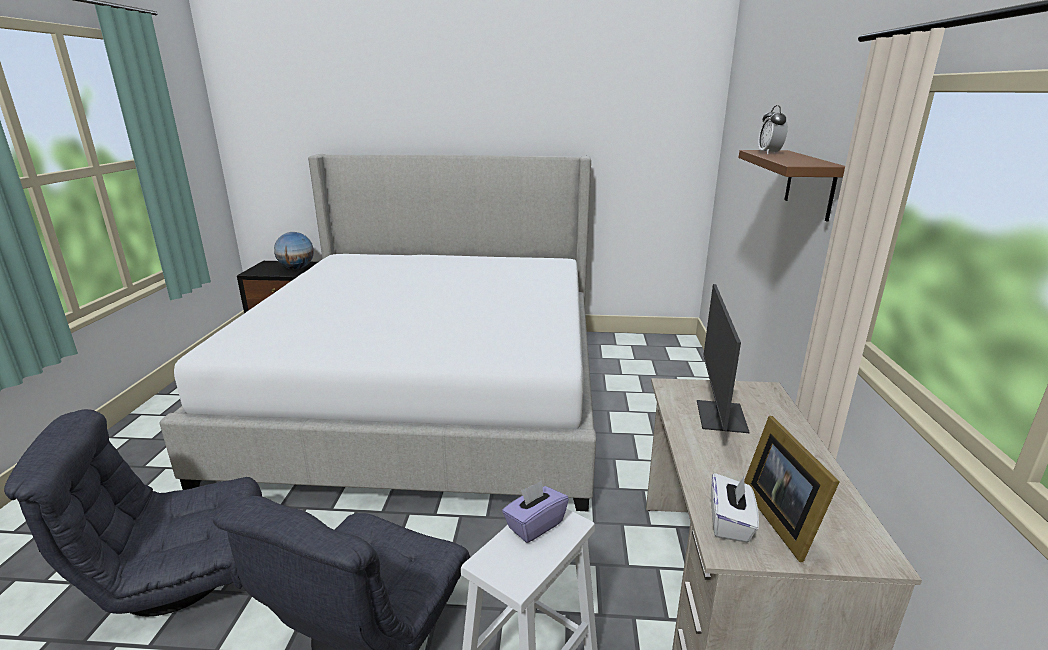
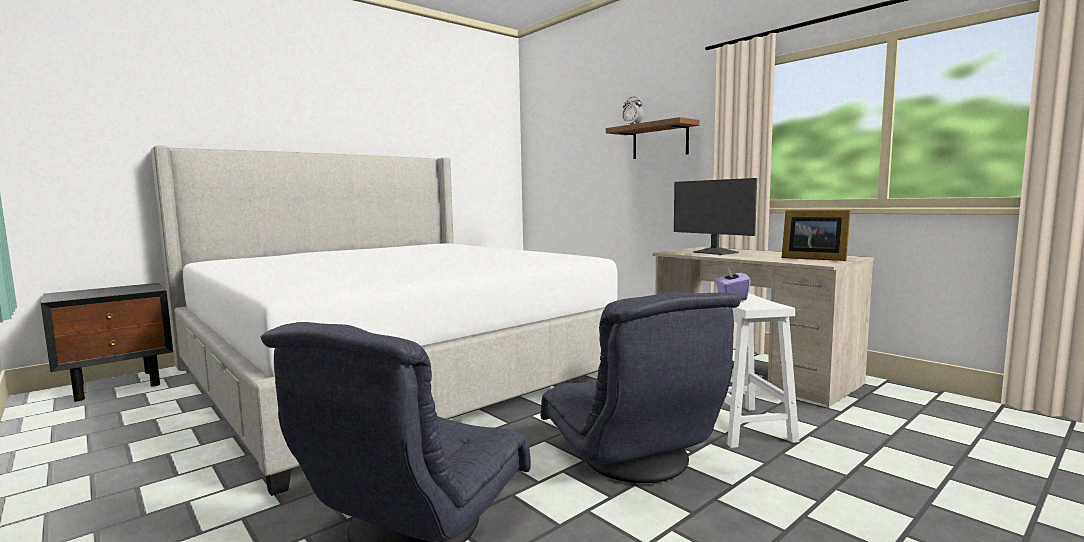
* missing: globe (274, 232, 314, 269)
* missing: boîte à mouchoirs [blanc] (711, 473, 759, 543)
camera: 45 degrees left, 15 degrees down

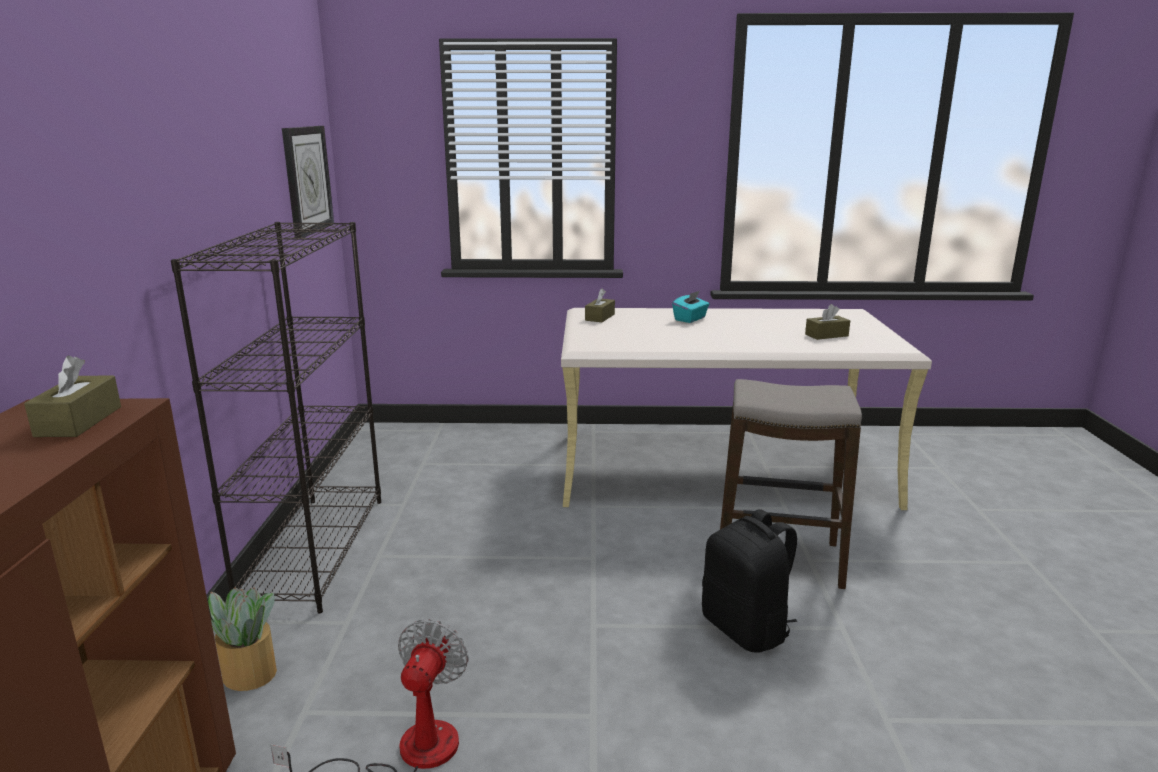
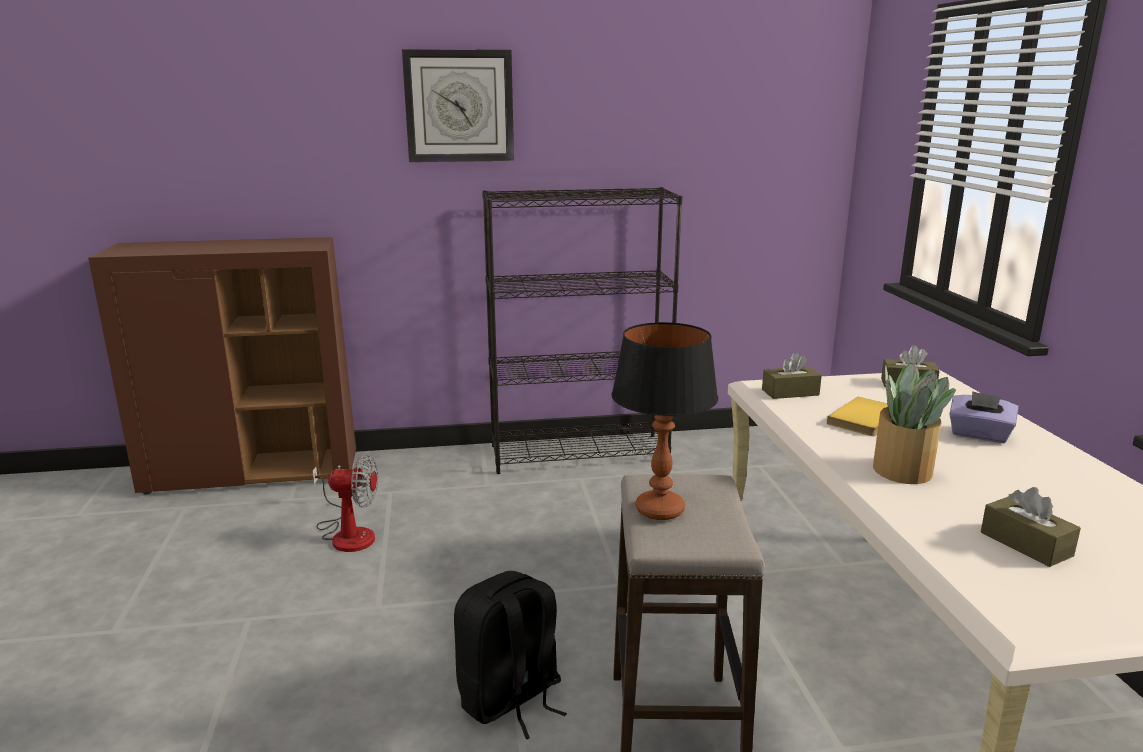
* appeared: lampe de table (612, 322, 718, 520)
* appeared: livre [jaune] (827, 397, 888, 436)
* relocated: boîte à mouchoirs [marron] (24, 356, 121, 437) to (762, 352, 822, 399)
* relocated: plante en pot (208, 587, 277, 691) to (873, 363, 956, 484)
* relocated: horloge murale (282, 126, 334, 238) to (402, 49, 514, 162)
* colour: boîte à mouchoirs [turquoise] (672, 291, 709, 323) to boîte à mouchoirs [violet] (949, 391, 1018, 443)
camera: 80 degrees right, 0 degrees up

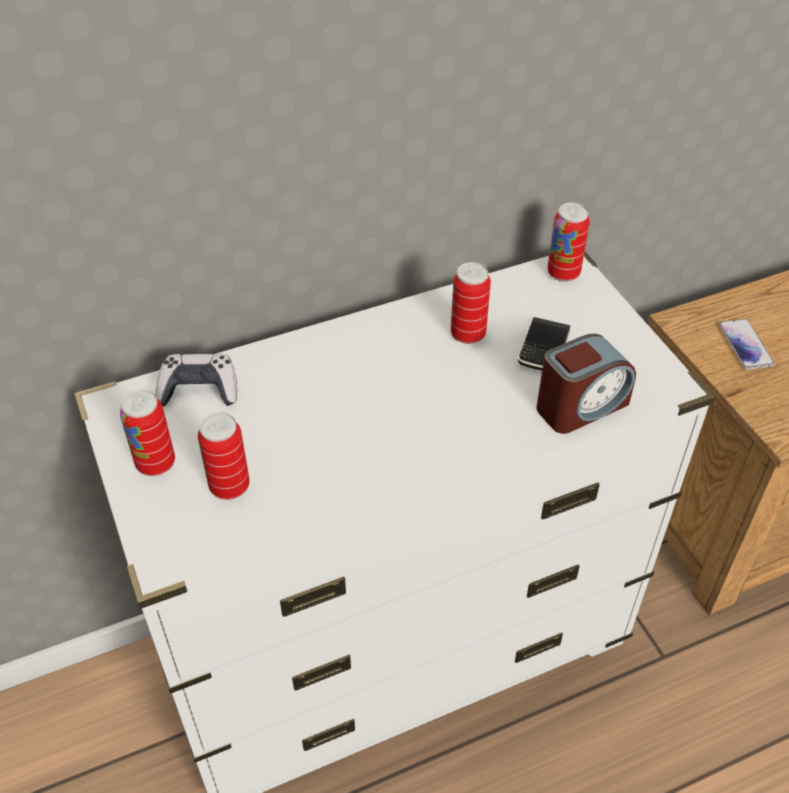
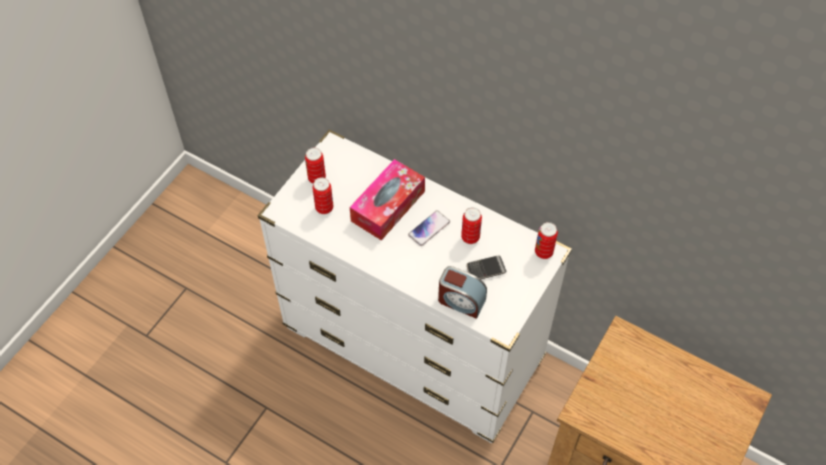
* missing: manette (155, 353, 237, 407)
* appeared: boîte à mouchoirs (350, 159, 425, 240)
* relocated: téléphone (719, 319, 774, 370) to (408, 210, 450, 246)
camera: 55 degrees right, 10 degrees up

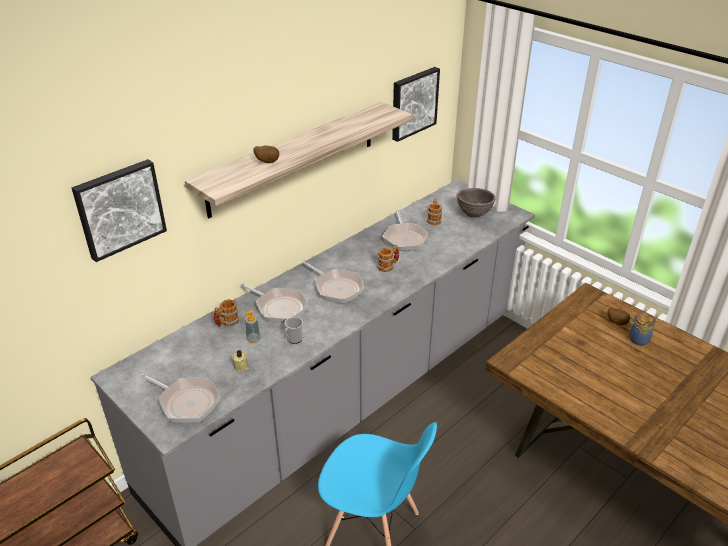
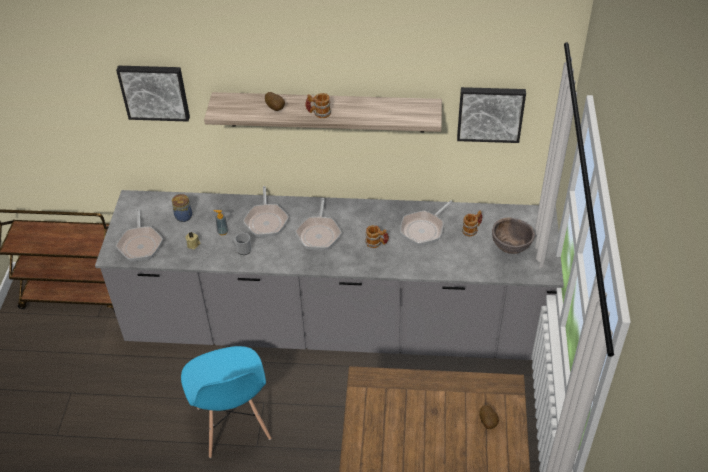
* relocated: mug (214, 299, 239, 327) to (305, 93, 332, 118)
* relocated: bocal (628, 312, 656, 345) to (172, 194, 192, 222)
camera: 50 degrees right, 10 degrees up

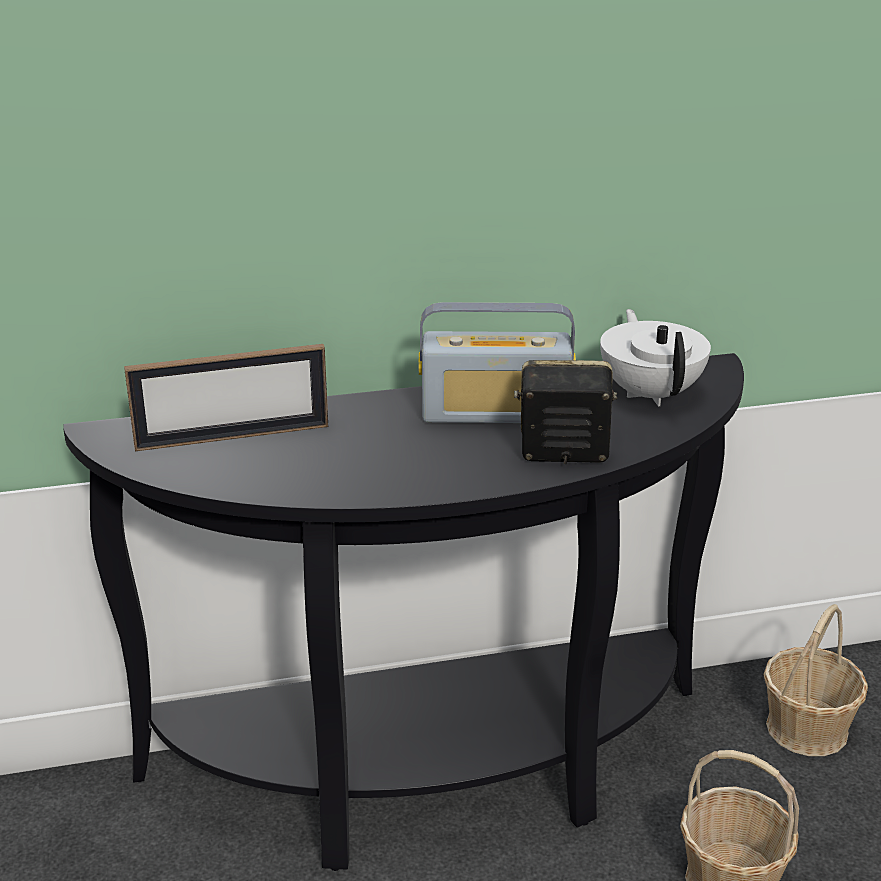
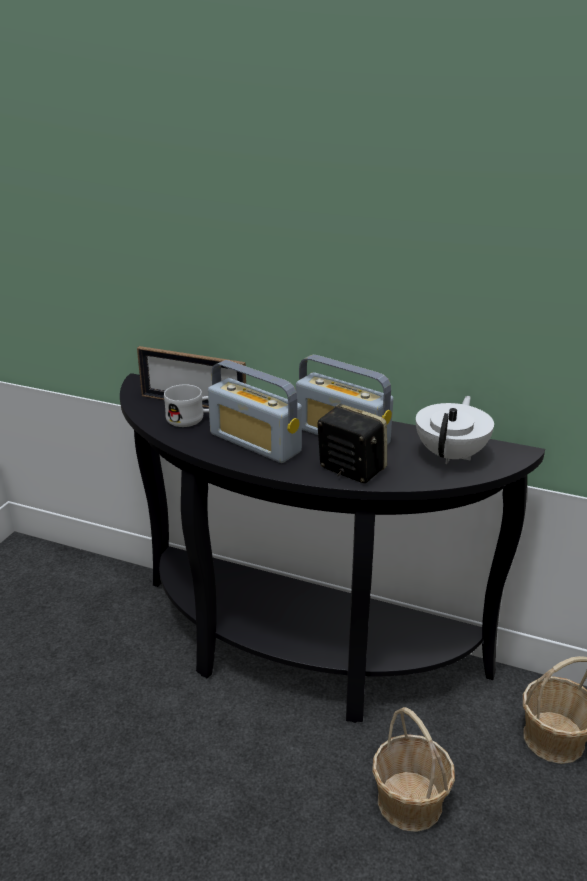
* appeared: mug [blanc] (164, 385, 209, 427)
* appeared: radio (208, 360, 302, 463)
camera: 35 degrees right, 0 degrees up

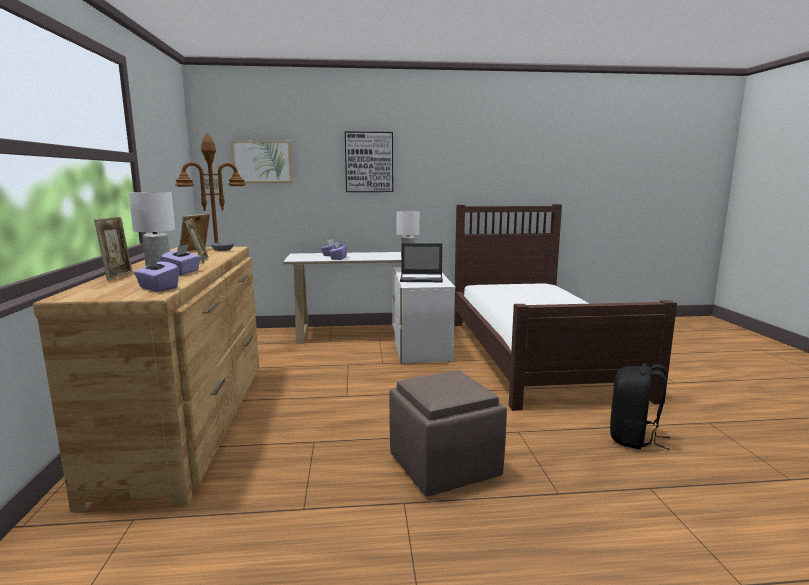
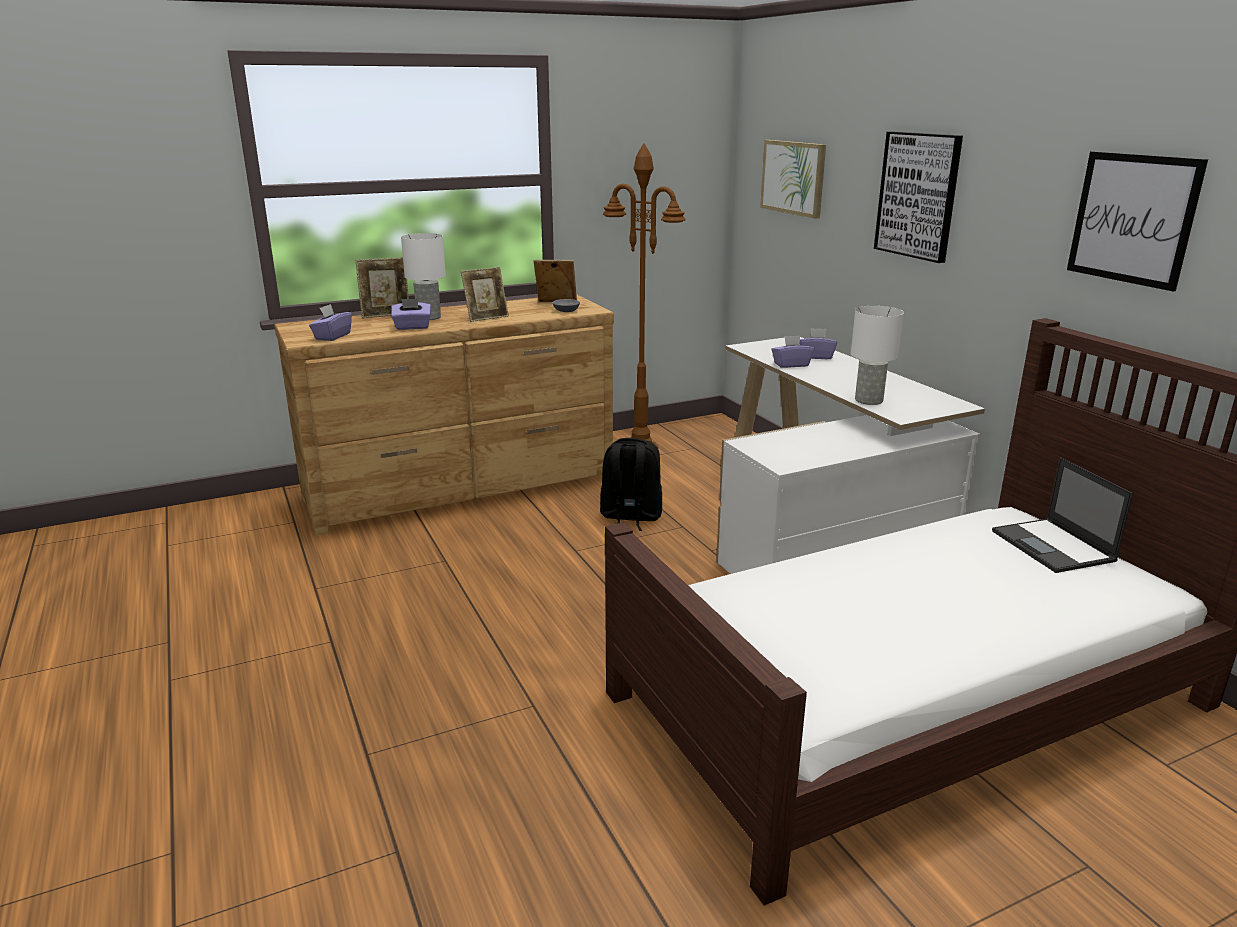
* missing: pouf [marron] (389, 370, 507, 497)
* appeared: tableau (1067, 151, 1208, 292)
* relocated: ordinateur portable (400, 243, 443, 282) to (992, 457, 1133, 573)
* relocated: sac à dos [noir] (610, 363, 670, 450) to (600, 438, 662, 531)
camera: 70 degrees right, 10 degrees up

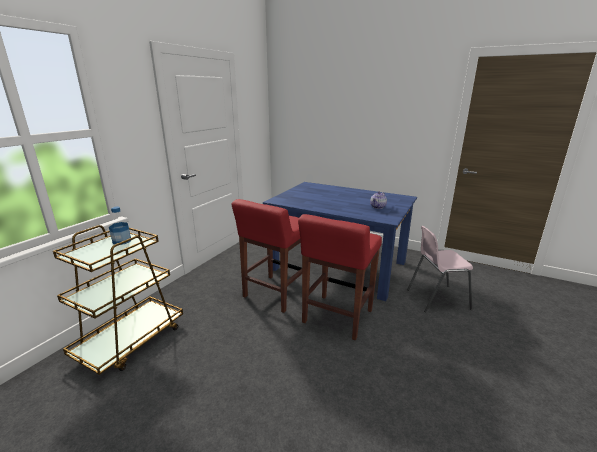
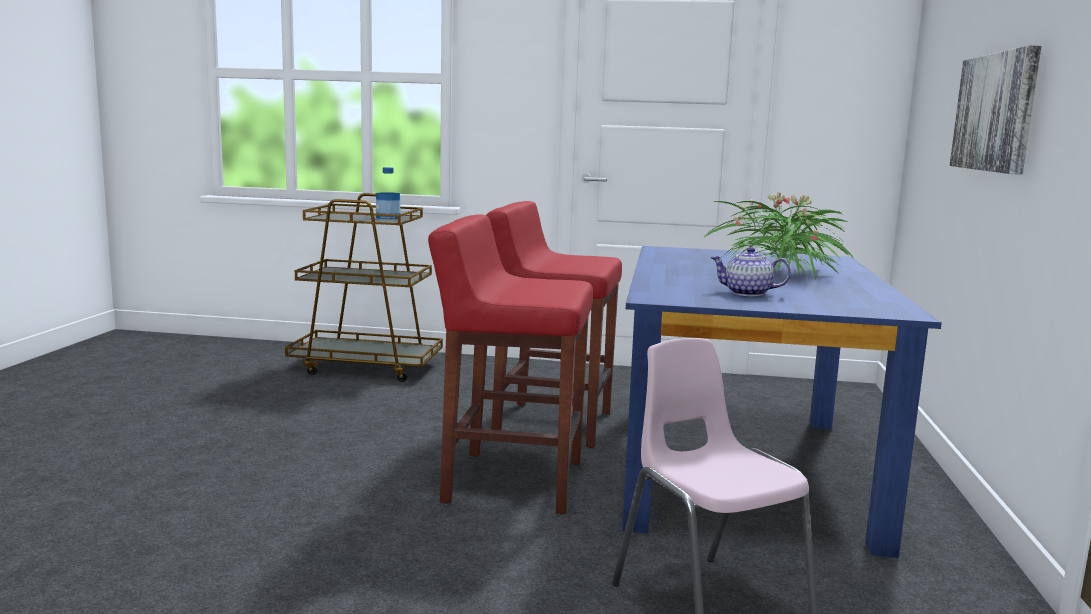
* appeared: plante en pot (703, 191, 854, 280)
* appeared: tableau (950, 45, 1041, 175)
camera: 70 degrees right, 10 degrees down

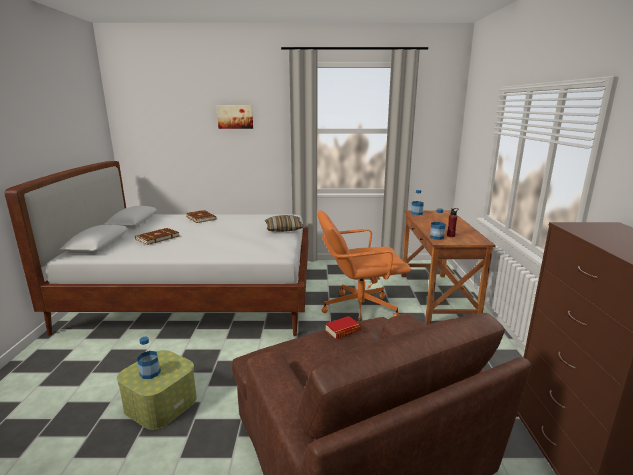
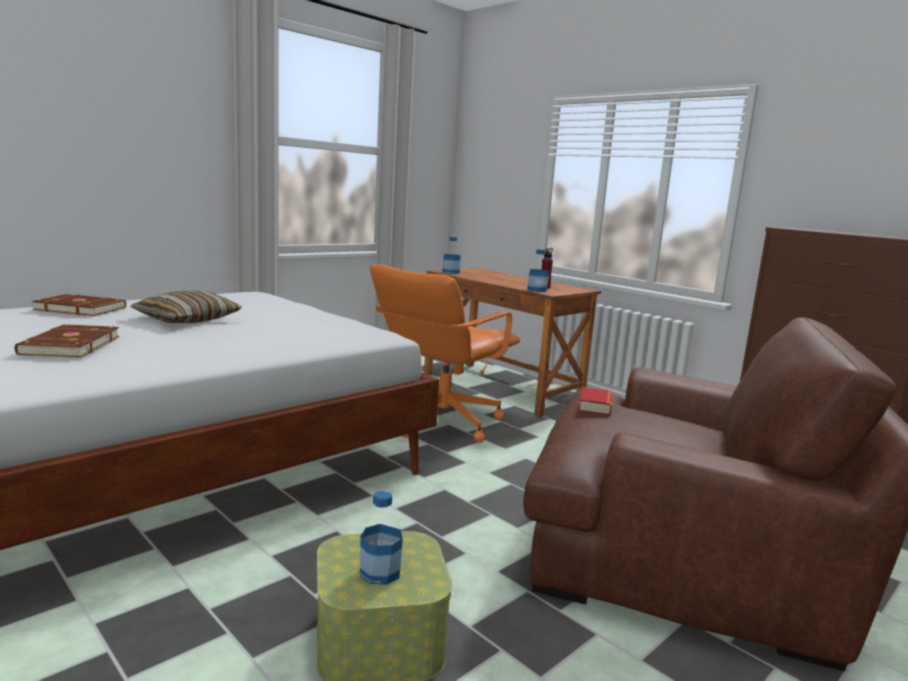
* missing: tableau (217, 105, 253, 129)
* relocated: coussin (265, 215, 304, 232) to (130, 291, 242, 323)
camera: 45 degrees left, 5 degrees down

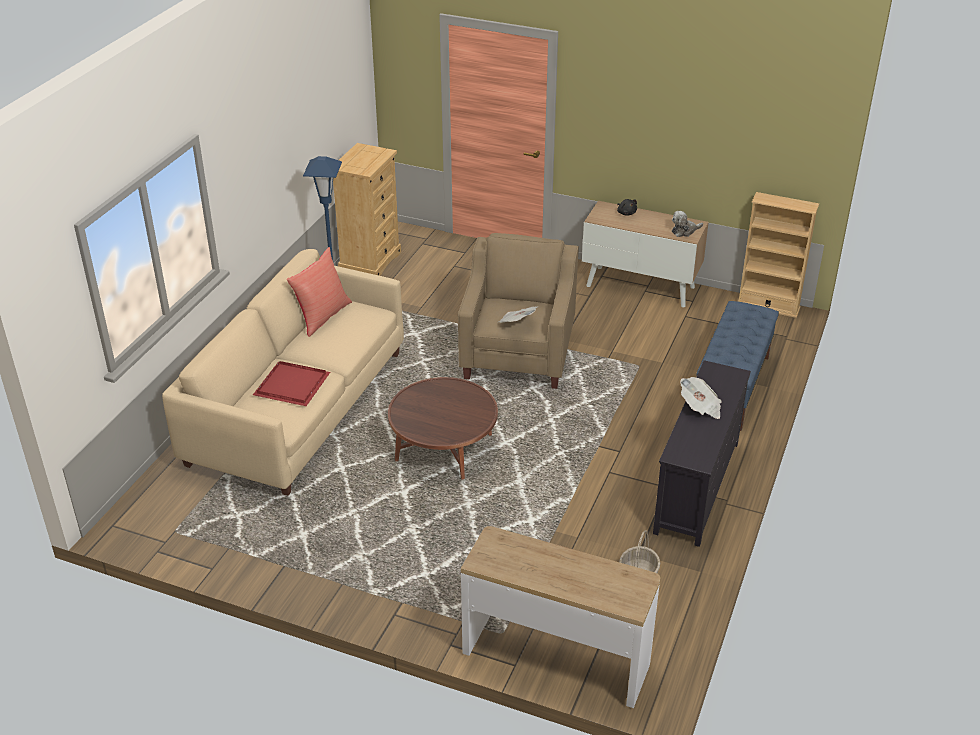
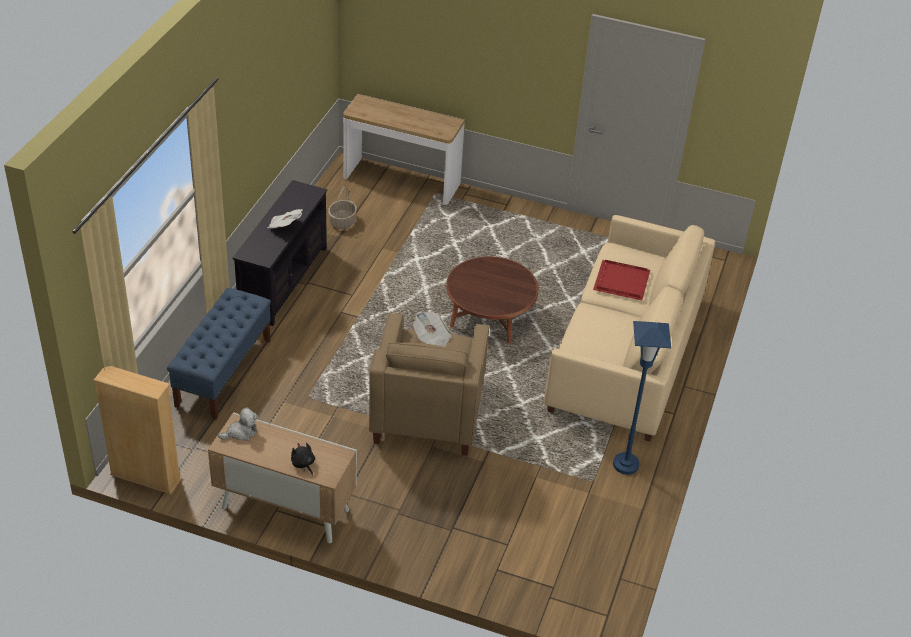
* missing: coussin [rouge] (287, 247, 352, 337)
* missing: commode [beige] (333, 143, 401, 276)
camera: 175 degrees right, 5 degrees up

